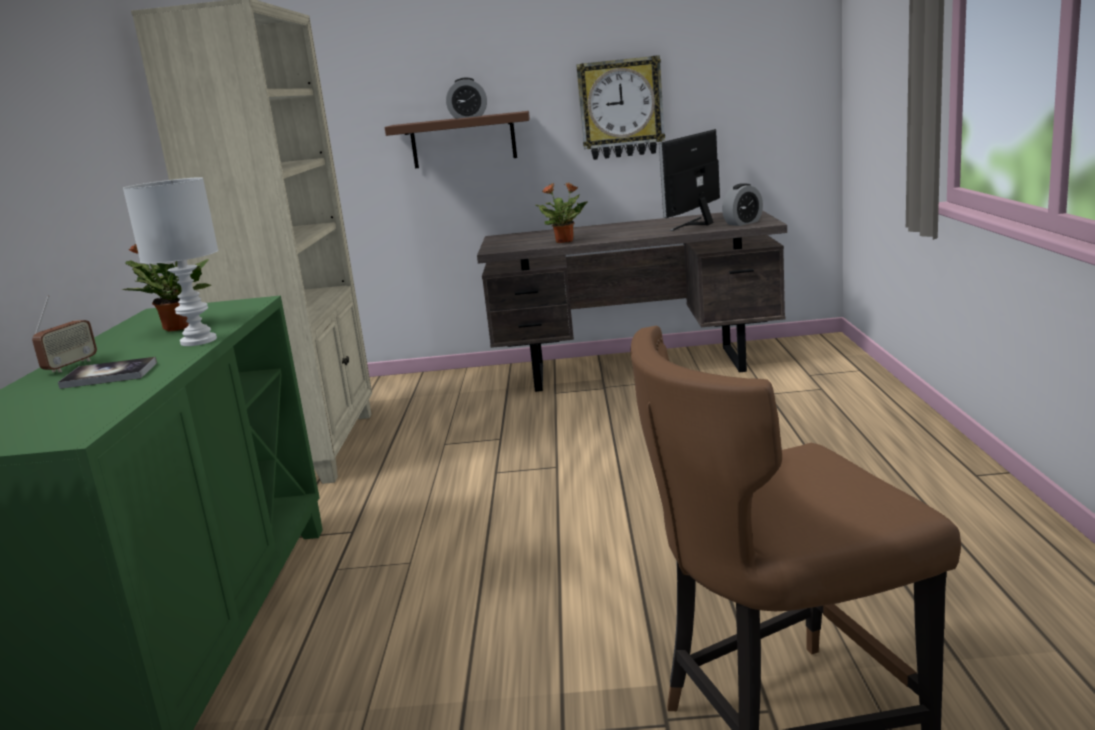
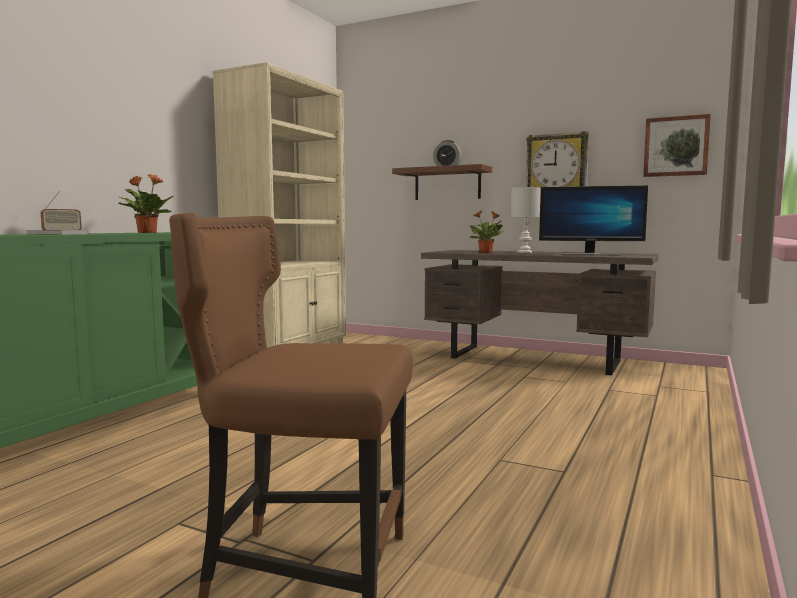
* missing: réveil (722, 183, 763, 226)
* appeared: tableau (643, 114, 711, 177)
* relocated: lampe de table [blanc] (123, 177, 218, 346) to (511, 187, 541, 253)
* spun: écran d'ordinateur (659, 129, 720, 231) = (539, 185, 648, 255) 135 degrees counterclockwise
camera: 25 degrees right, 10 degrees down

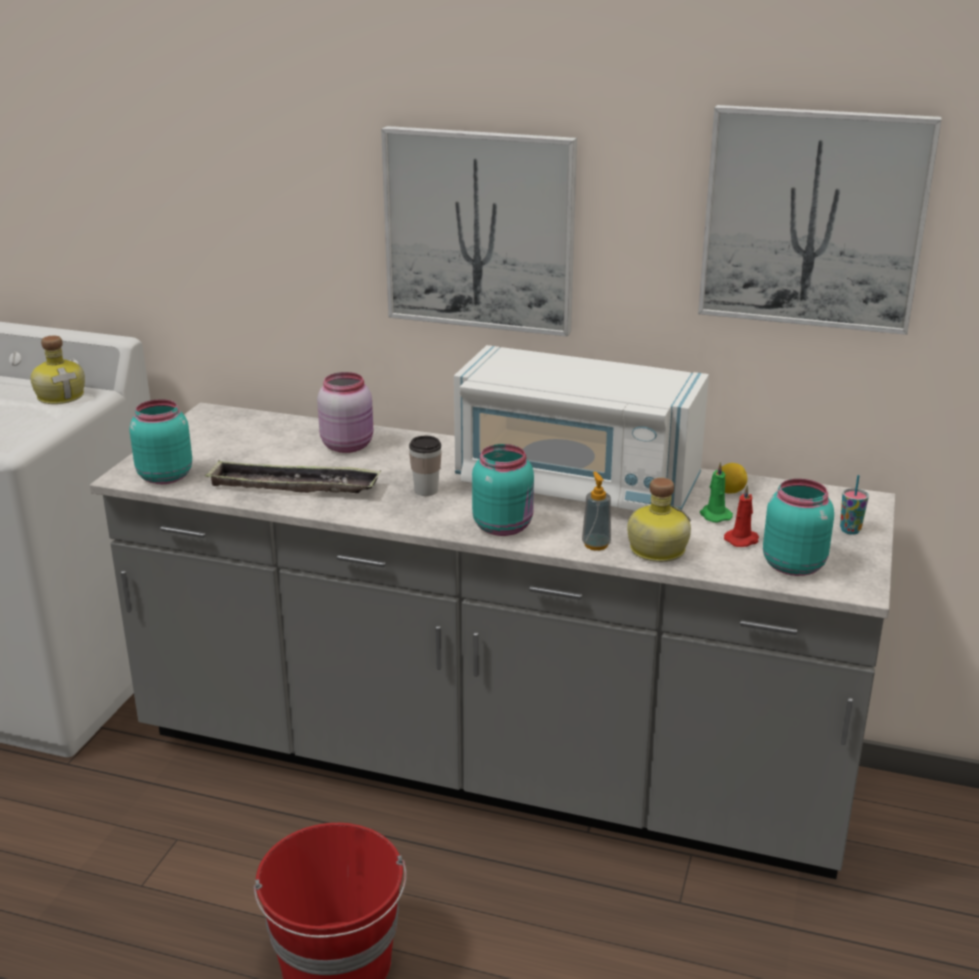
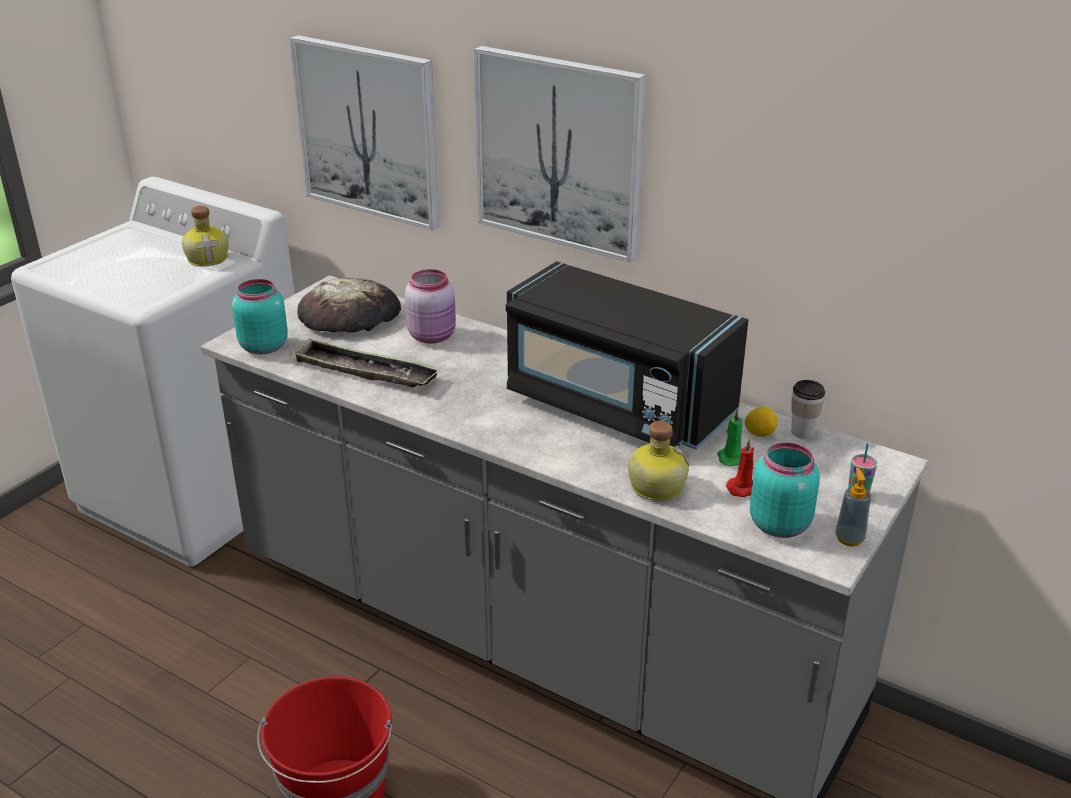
* missing: bocal [turquoise] (472, 444, 534, 536)
* appeared: pain (297, 278, 401, 332)
* relocated: tasse (409, 436, 442, 496) to (791, 380, 825, 439)
* relocated: distributeur de savon (582, 472, 611, 551) to (835, 467, 871, 546)
* relocated: tableau (698, 105, 942, 335) to (290, 35, 440, 230)
* colour: micro-ondes [blanc] (454, 345, 709, 511) to micro-ondes [noir] (506, 261, 748, 450)
camera: 15 degrees right, 5 degrees up

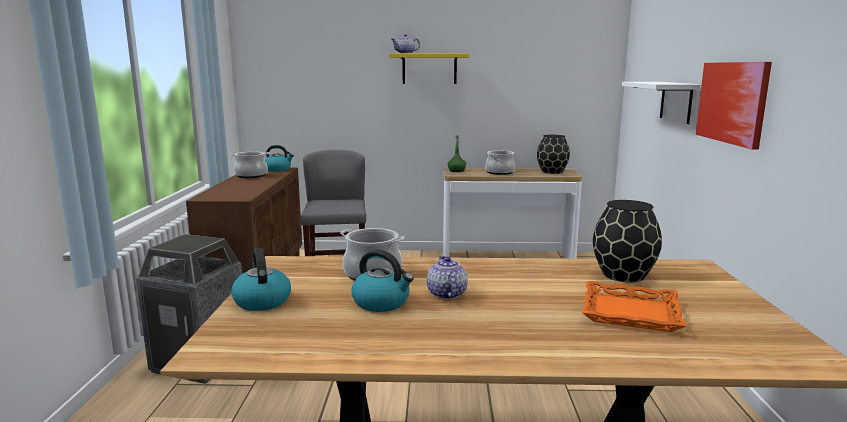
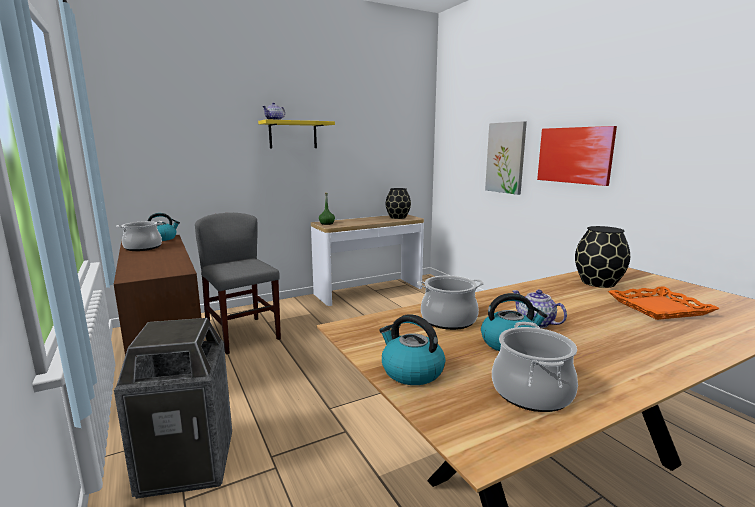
* relocated: marmite (485, 150, 515, 175) to (492, 322, 578, 412)
* exchanged: étagère [blanc] (622, 82, 700, 124) to tableau (485, 121, 527, 195)
camera: 30 degrees left, 0 degrees up

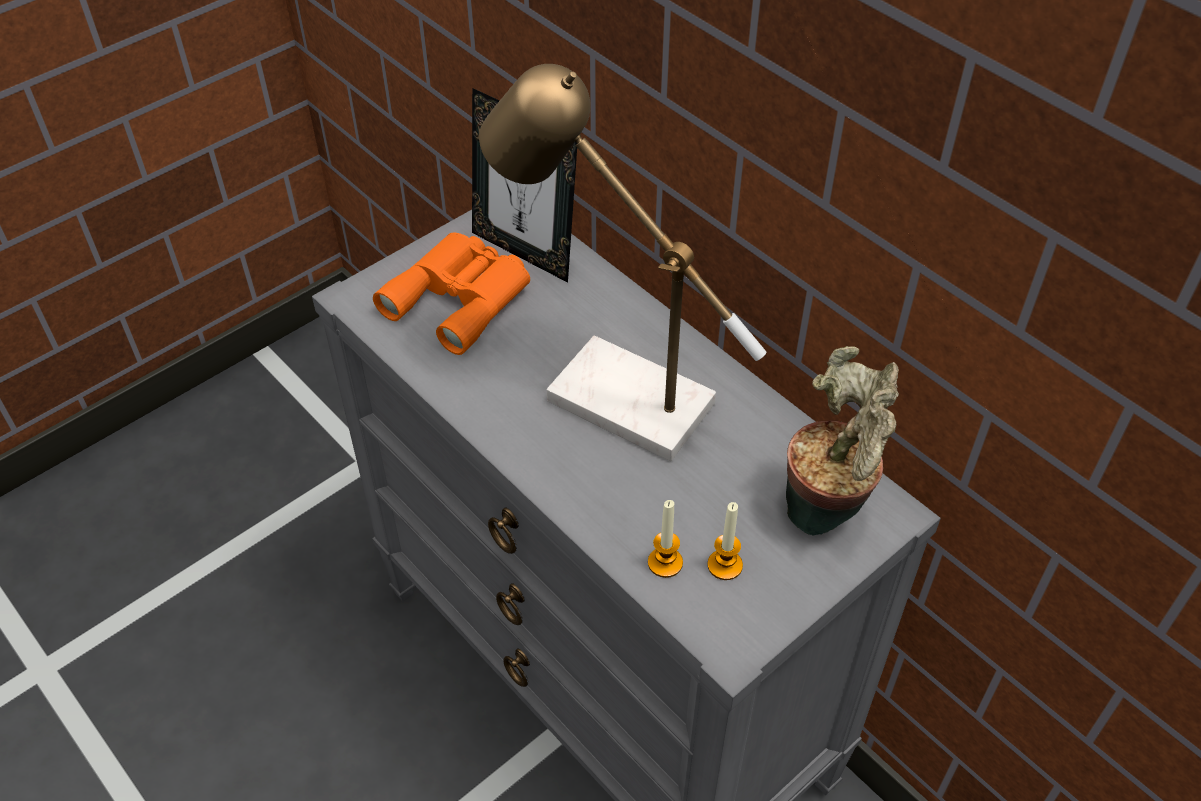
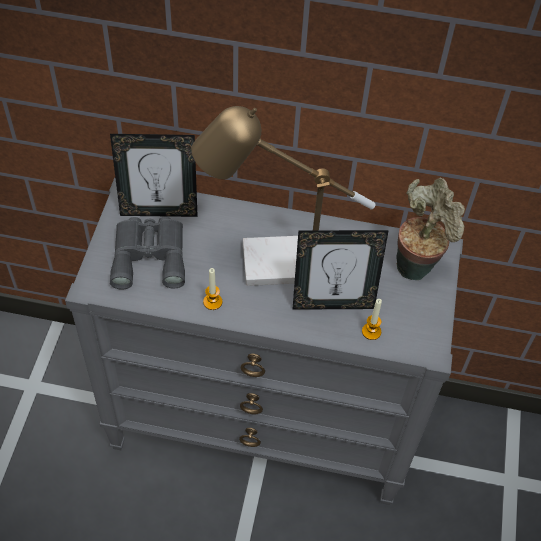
* appeared: cadre photo (292, 230, 389, 310)
* relocated: bougie (708, 502, 743, 580) to (203, 268, 223, 310)
* colour: jumelles [orange] (373, 233, 530, 355) to jumelles [gris] (110, 217, 185, 290)
camera: 40 degrees left, 5 degrees up

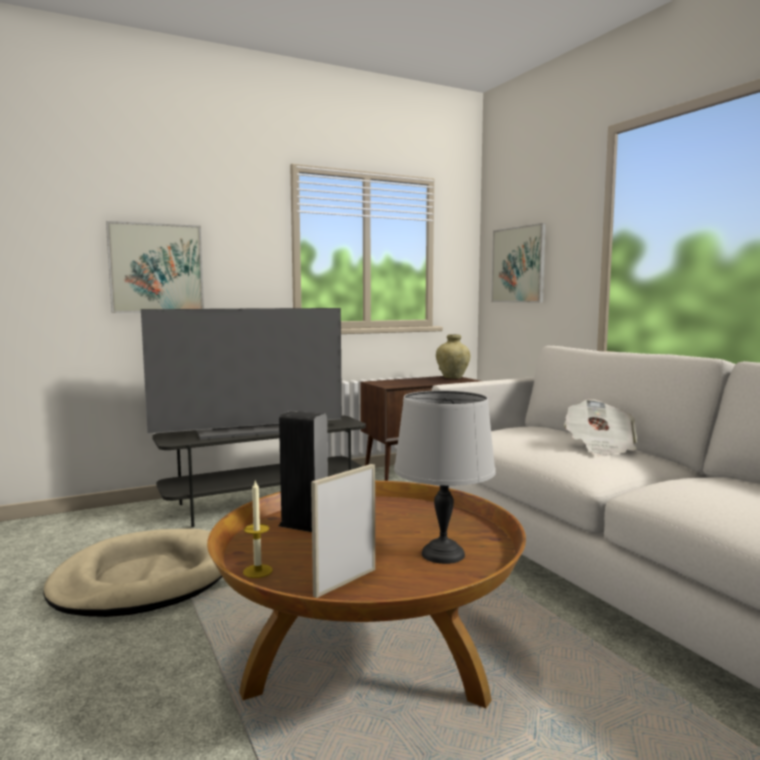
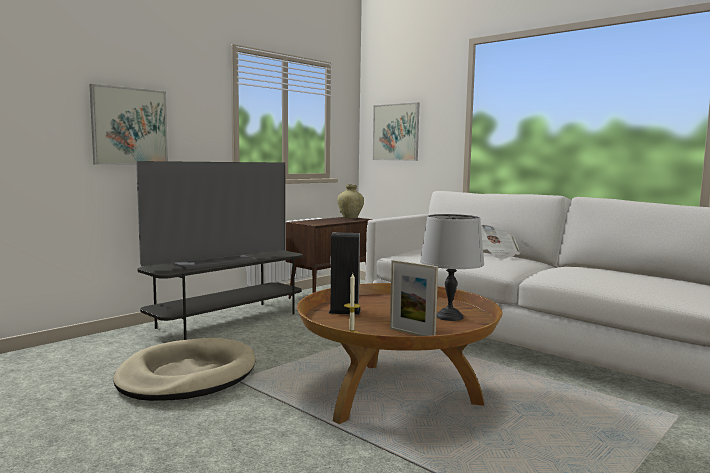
* spun: cadre photo (311, 464, 375, 598) = (390, 260, 438, 336) 75 degrees counterclockwise
camera: 20 degrees left, 0 degrees up

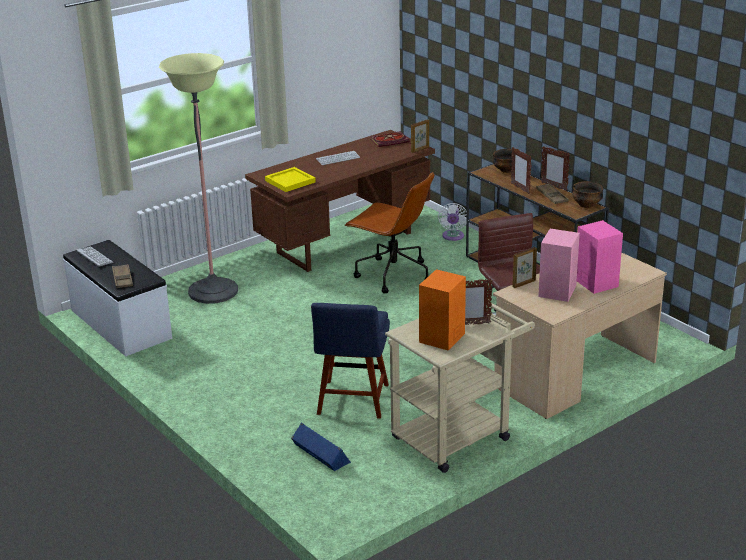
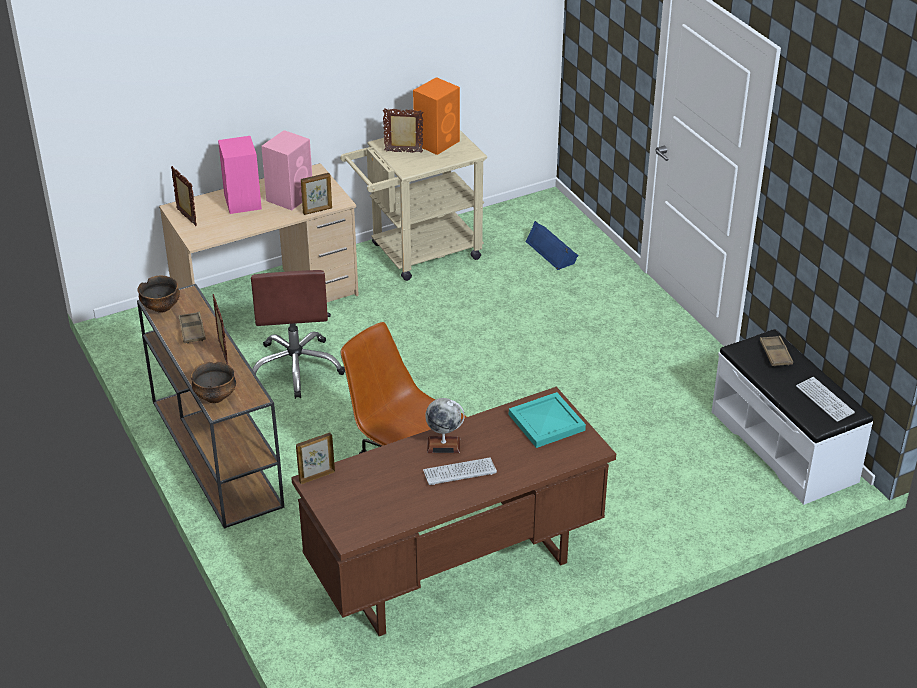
* missing: lampadaire (159, 53, 238, 304)
* missing: chaise [bleu] (311, 303, 390, 419)
* missing: livre (370, 131, 410, 147)
* missing: ventilateur [blanc] (438, 203, 467, 241)
* appeared: globe (425, 398, 464, 453)
* relocated: cadre photo (541, 146, 570, 191) to (171, 166, 197, 226)
* colour: plateau [jaune] (265, 167, 316, 192) to plateau [turquoise] (509, 392, 586, 448)
camera: 170 degrees left, 10 degrees up

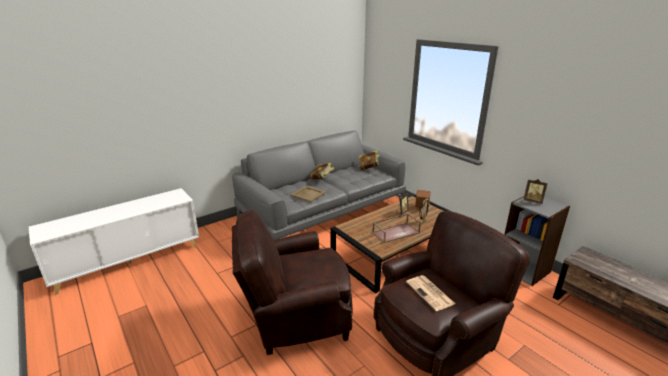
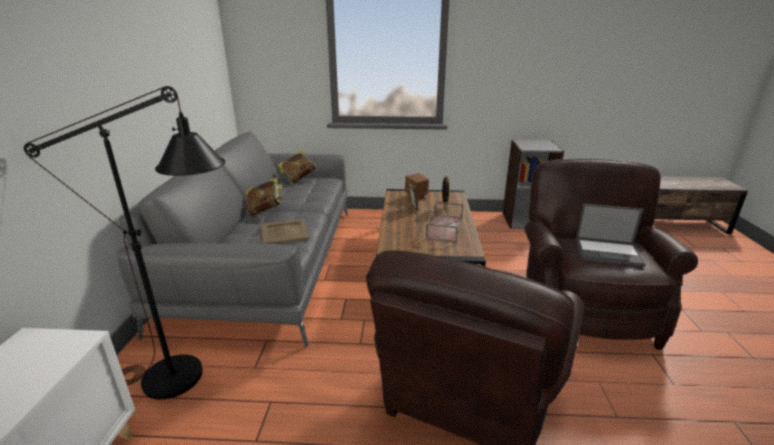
* missing: cadre photo (523, 179, 548, 204)
* appeared: lampadaire [noir] (24, 86, 225, 399)
* exchanged: journal (406, 275, 455, 311) to ordinateur portable (575, 204, 646, 267)
camera: 50 degrees left, 0 degrees up

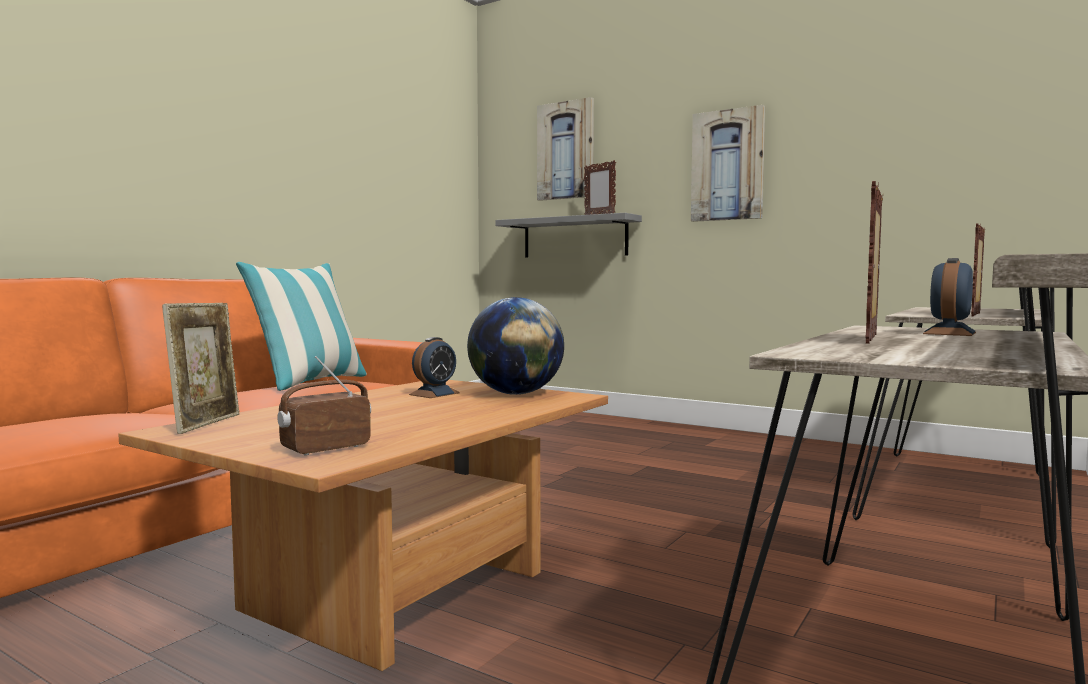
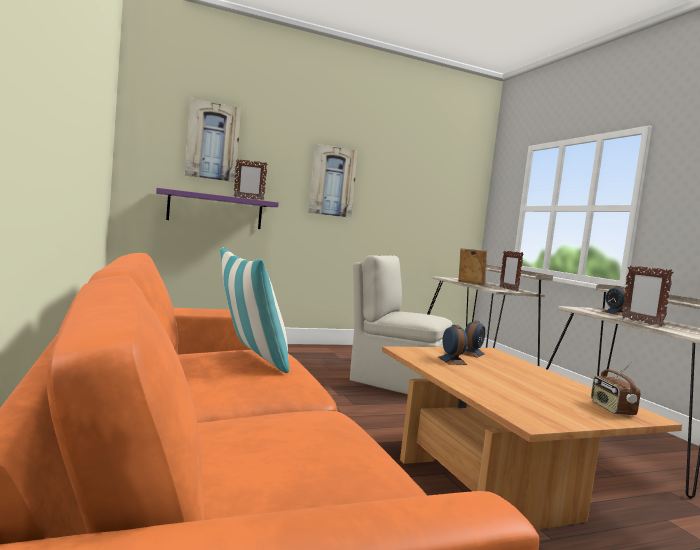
* appeared: chaise [beige] (350, 255, 453, 394)
* relocated: cadre photo (162, 303, 240, 434) to (458, 248, 488, 286)
* exchanged: globe (467, 297, 564, 395) to réveil (463, 320, 485, 358)
* colour: étagère [gris] (495, 213, 642, 257) to étagère [violet] (156, 188, 279, 229)
camera: 55 degrees left, 0 degrees up

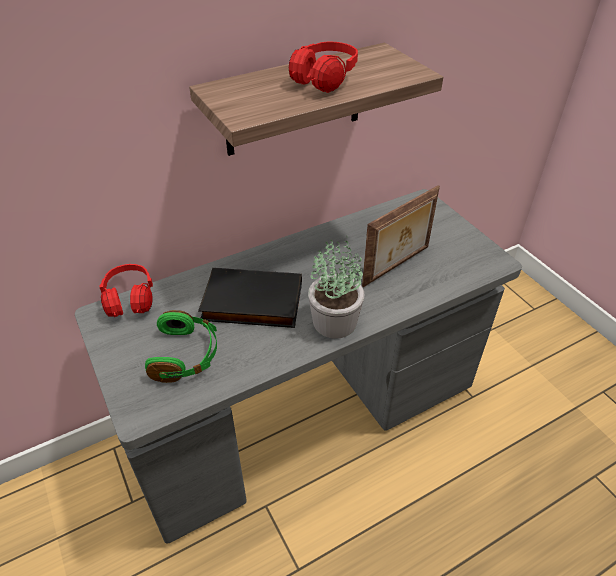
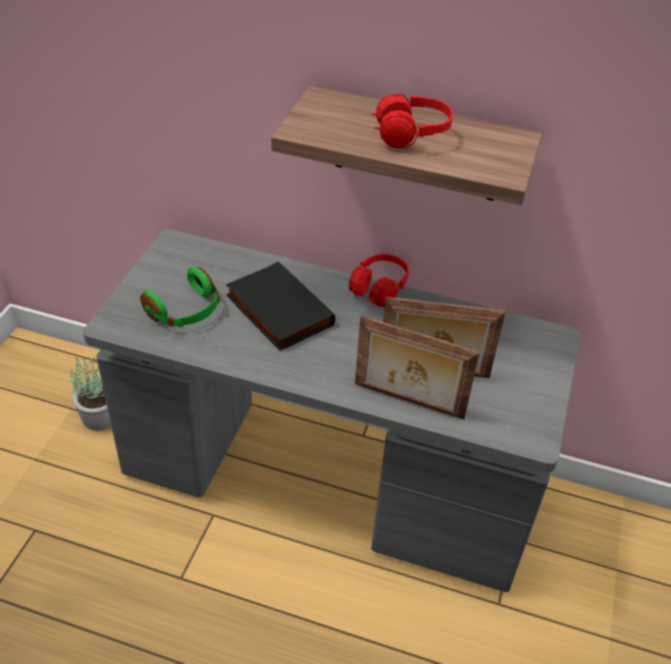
* appeared: cadre photo (355, 315, 480, 419)
* relocated: casque audio [rouge] (100, 264, 153, 317) to (349, 254, 409, 307)
* relocated: plante en pot (308, 235, 364, 339) to (70, 357, 111, 431)
camera: 45 degrees right, 0 degrees up

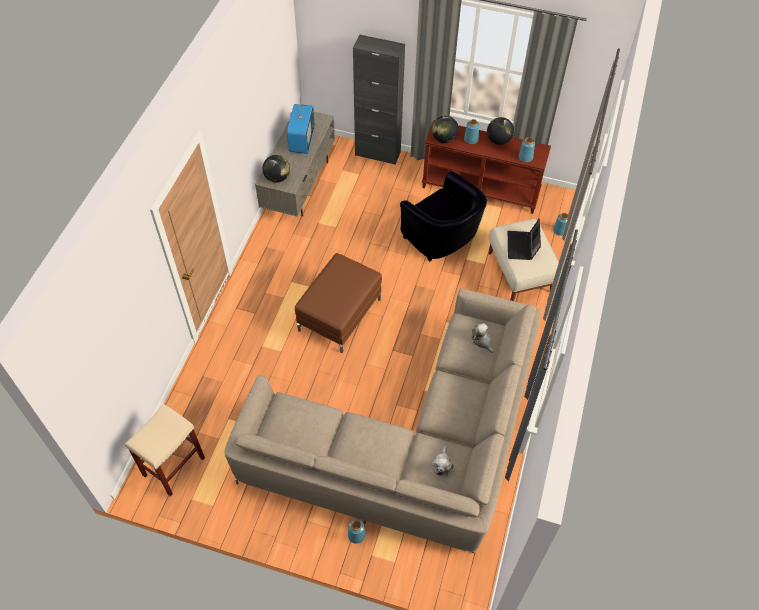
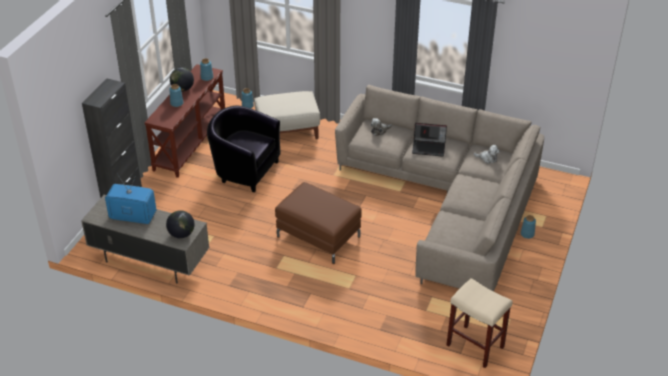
* missing: globe (432, 116, 459, 143)
* relocated: ordinateur portable (508, 219, 541, 260) to (412, 123, 447, 157)
* spun: fauteuil [noir] (400, 171, 487, 262) = (207, 105, 280, 192) 120 degrees counterclockwise
camera: 85 degrees left, 15 degrees down

